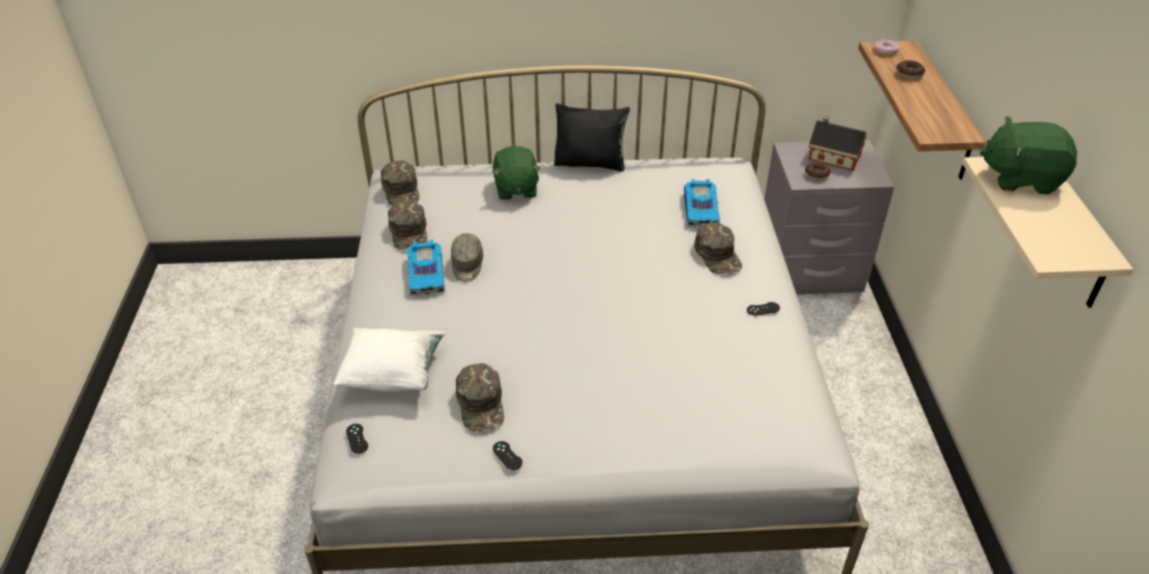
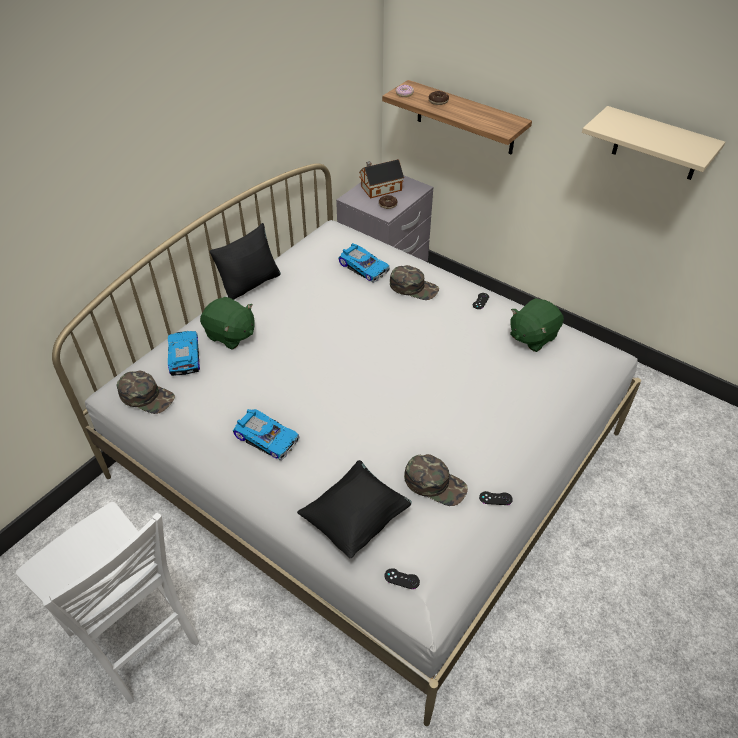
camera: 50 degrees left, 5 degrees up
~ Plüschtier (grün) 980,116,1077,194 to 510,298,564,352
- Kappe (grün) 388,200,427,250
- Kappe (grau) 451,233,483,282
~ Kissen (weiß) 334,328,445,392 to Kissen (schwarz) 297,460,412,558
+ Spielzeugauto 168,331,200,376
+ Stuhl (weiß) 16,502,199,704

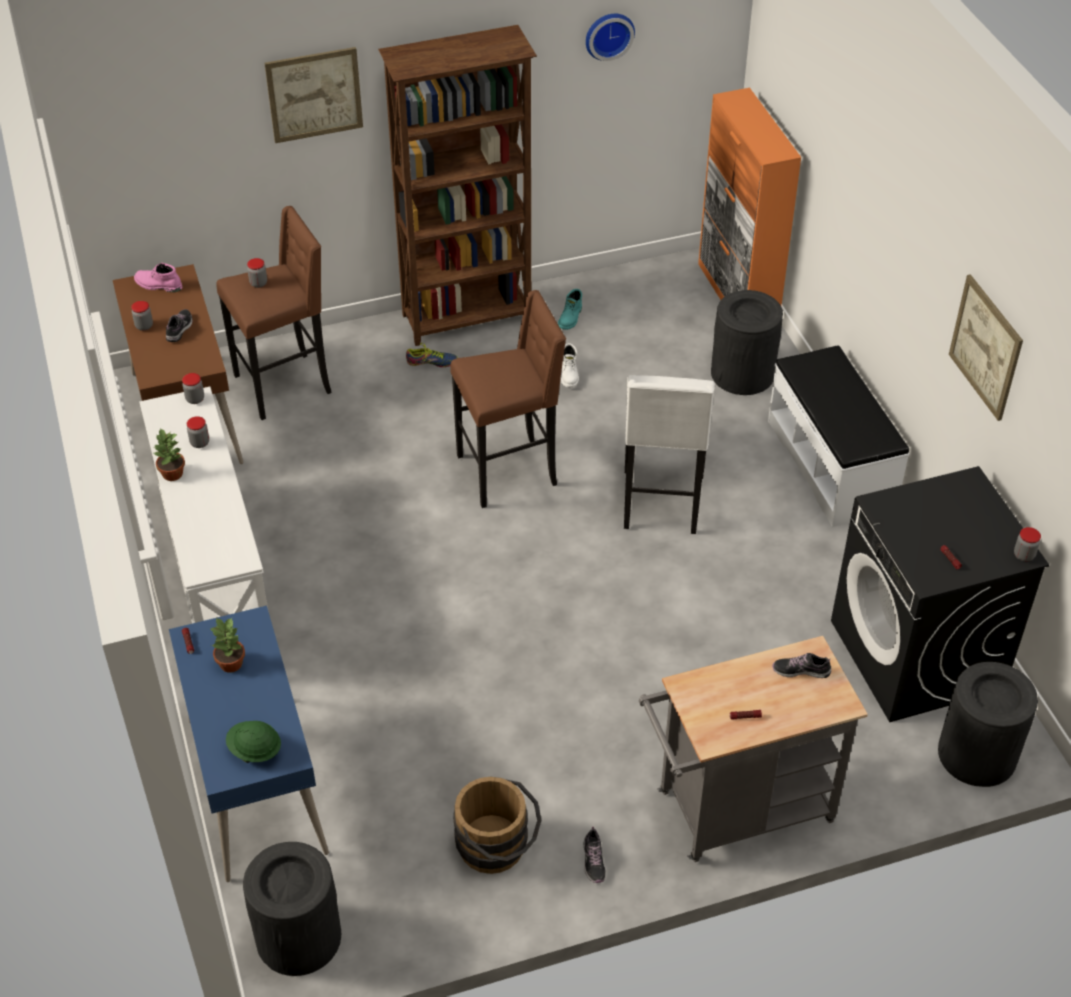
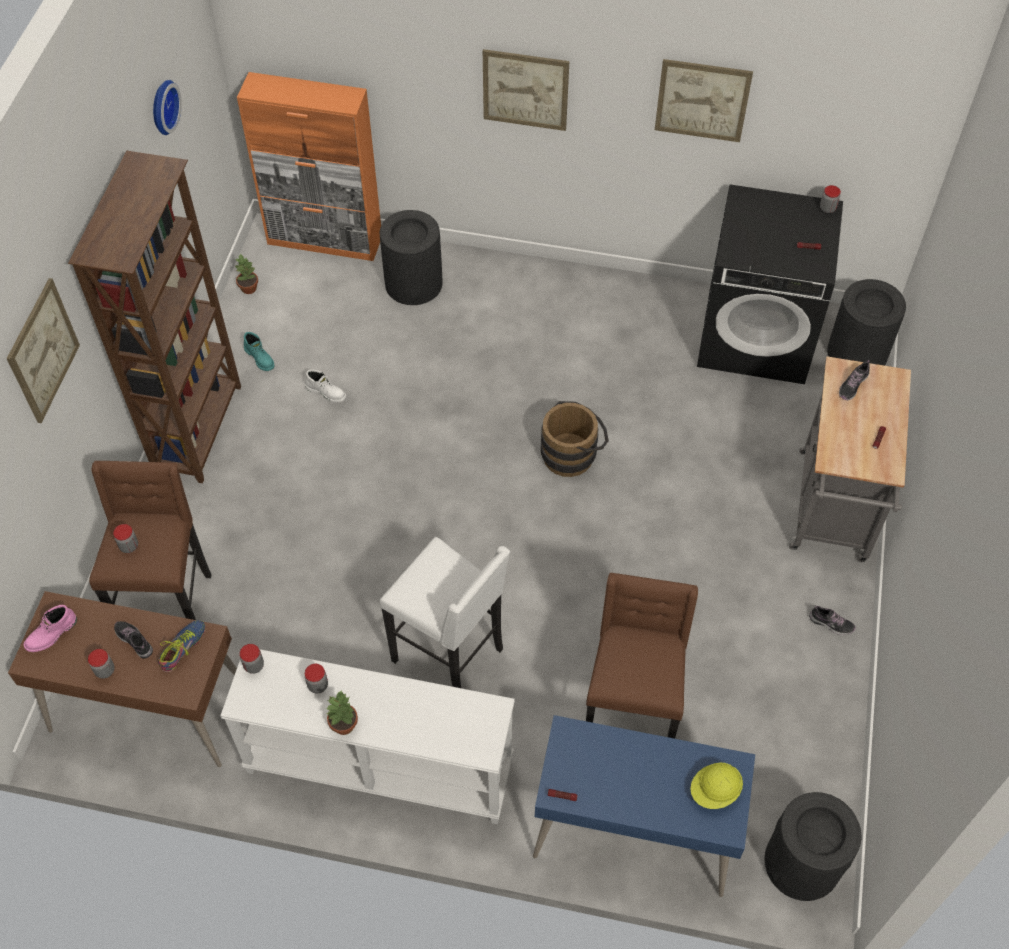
camera: 60 degrees left, 10 degrees up
~ Hocker (braun) 451,290,566,508 to 586,573,698,739
~ Schuh 406,343,458,367 to 158,620,206,672
- Bank (weiß) 768,345,909,527
~ Hocker (weiß) 624,375,715,534 to 380,537,510,688
~ Topfpflanze 209,618,245,673 to 234,254,258,294
~ Schutzhelm (grün) 226,721,281,763 to Schutzhelm (gelb) 690,763,743,809
~ Eimer (braun) 453,777,541,874 to 541,401,609,477
+ Bild 483,49,569,131

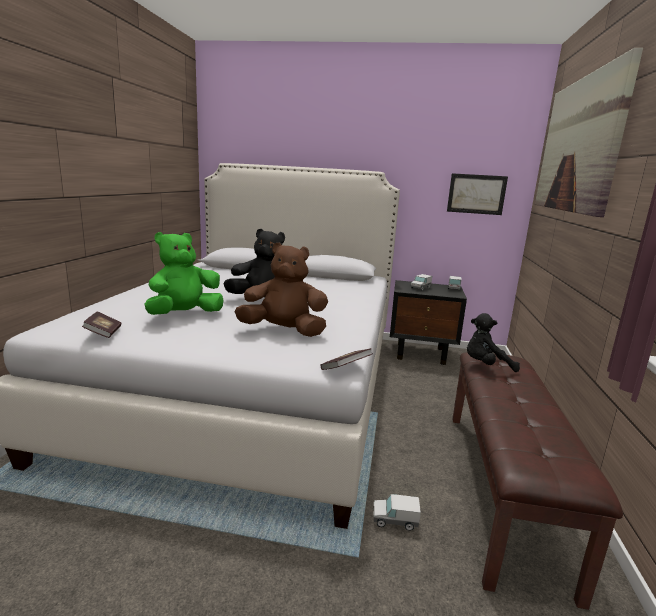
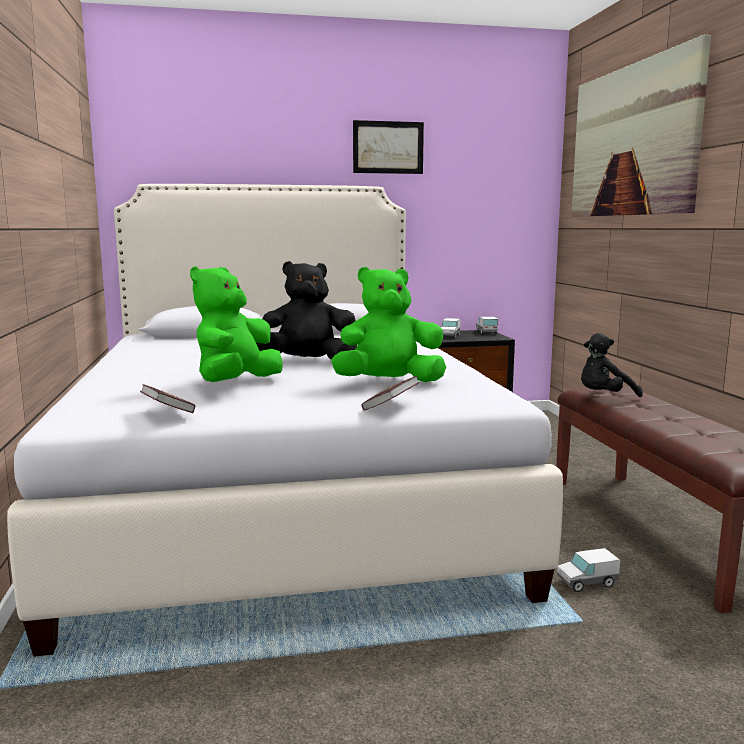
camera: 20 degrees left, 5 degrees down
~ Bild 447,173,508,215 to 353,120,424,174
~ Plüschtier (braun) 234,243,328,337 to Plüschtier (grün) 331,267,446,382
~ Buch 320,348,373,370 to 362,376,420,410

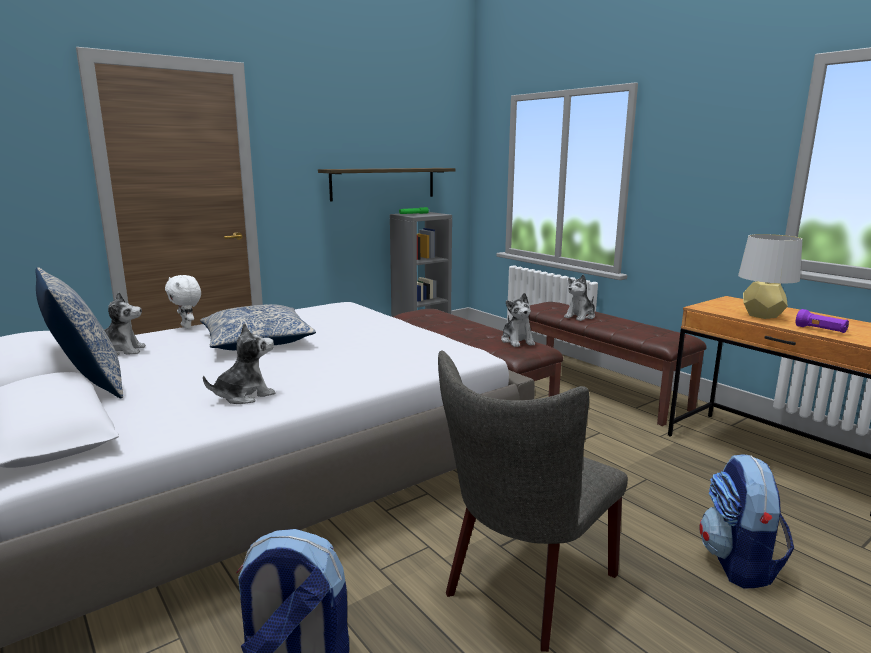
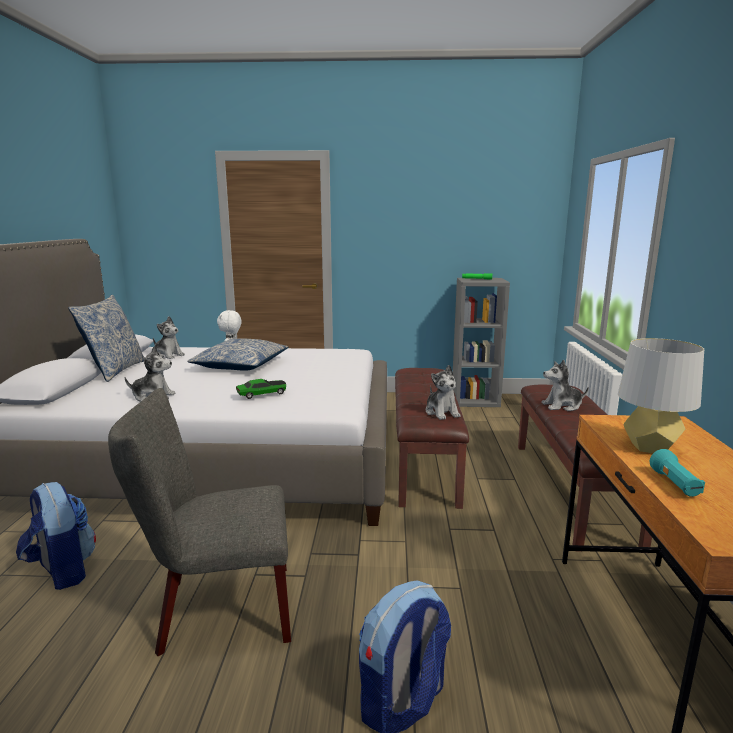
camera: 40 degrees right, 0 degrees up
- Wandregal 318,168,455,202
~ Plüschtier 501,293,535,347 = 426,365,461,420 45 degrees counterclockwise
~ Taschenlampe (lila) 796,309,849,333 to Taschenlampe (türkis) 650,449,705,497
+ Spielzeugauto 236,379,286,399

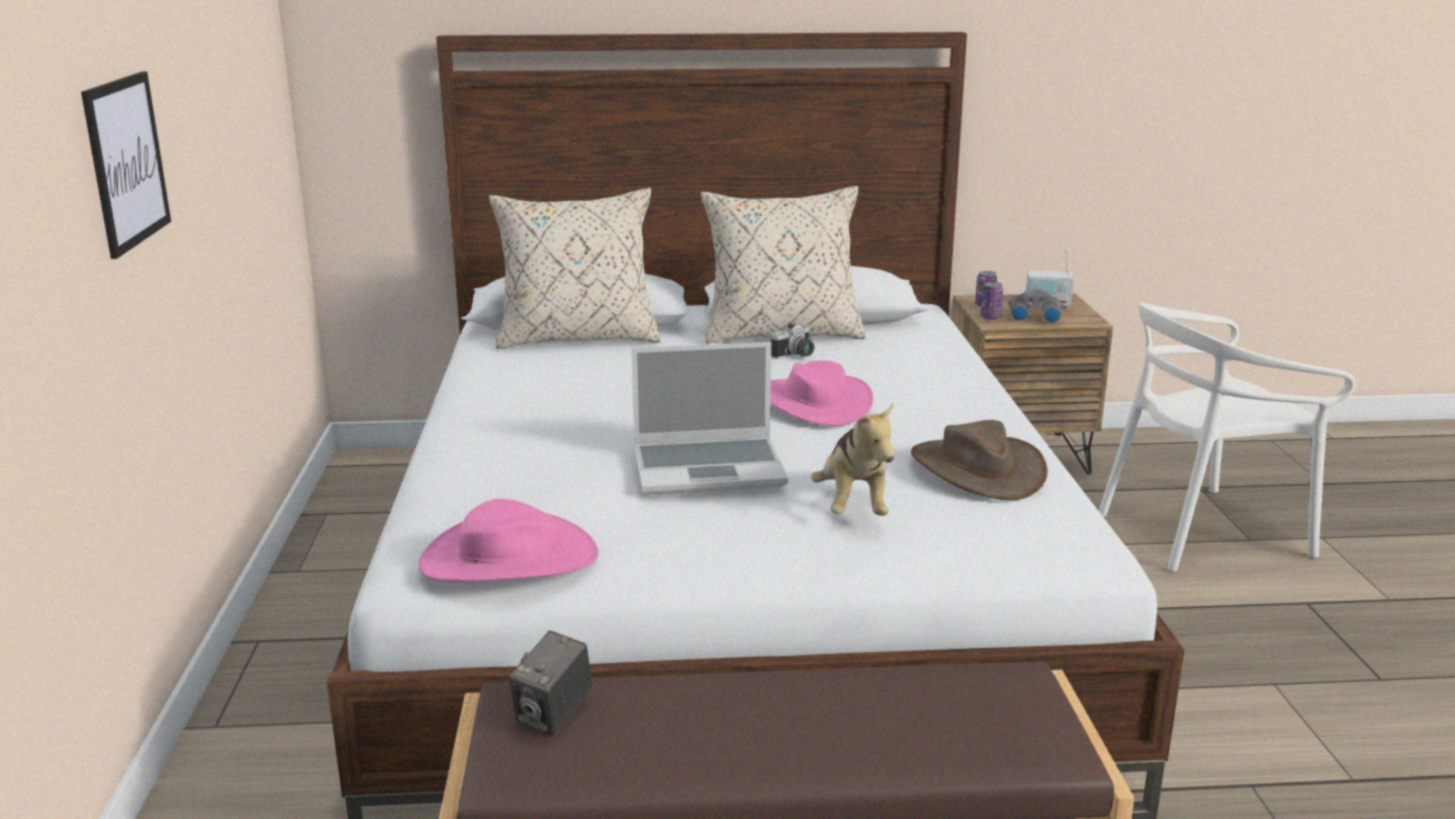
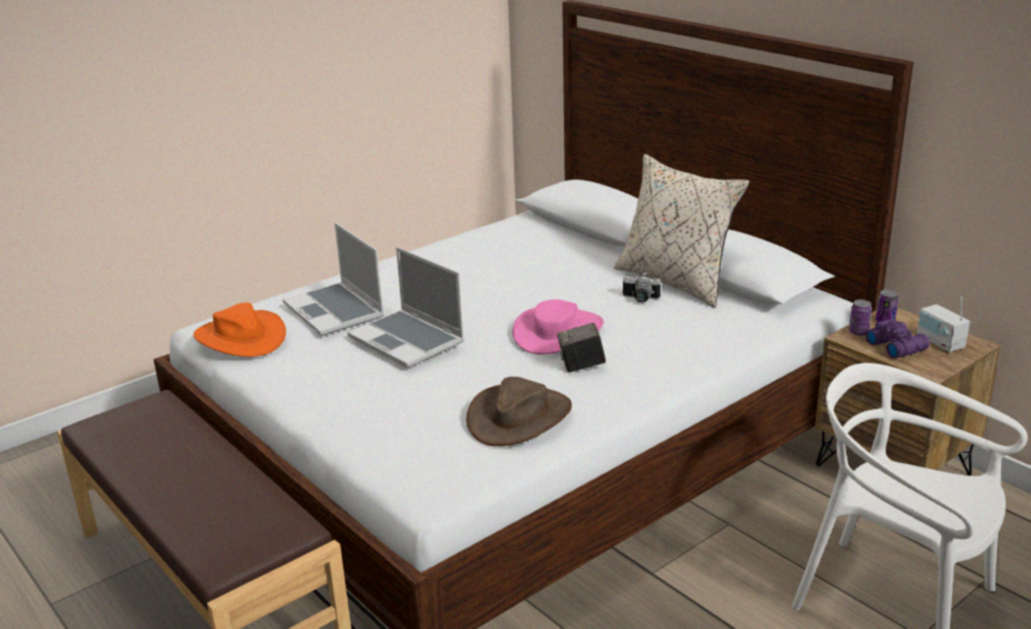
camera: 55 degrees right, 5 degrees up
- Bild 81,71,171,259
- Kissen (beige) 489,188,661,349
~ Fernglas (grau) 1008,289,1064,323 to Fernglas (lila) 866,319,930,358
- Plüschtier 811,403,895,516
~ Hut (rosa) 418,499,599,582 to Hut (orange) 193,302,286,357
~ Kamera 509,631,593,736 to 557,322,606,372
+ Laptop 283,222,384,336

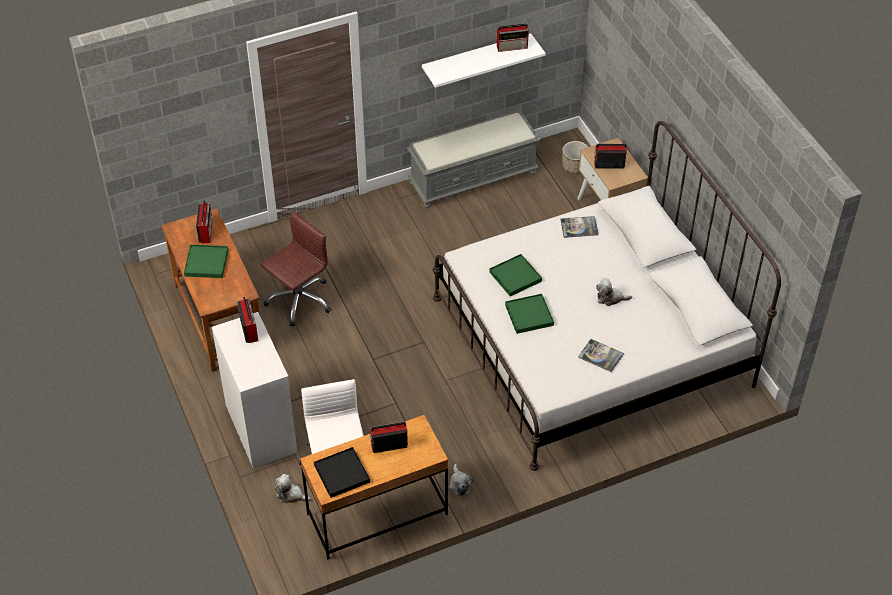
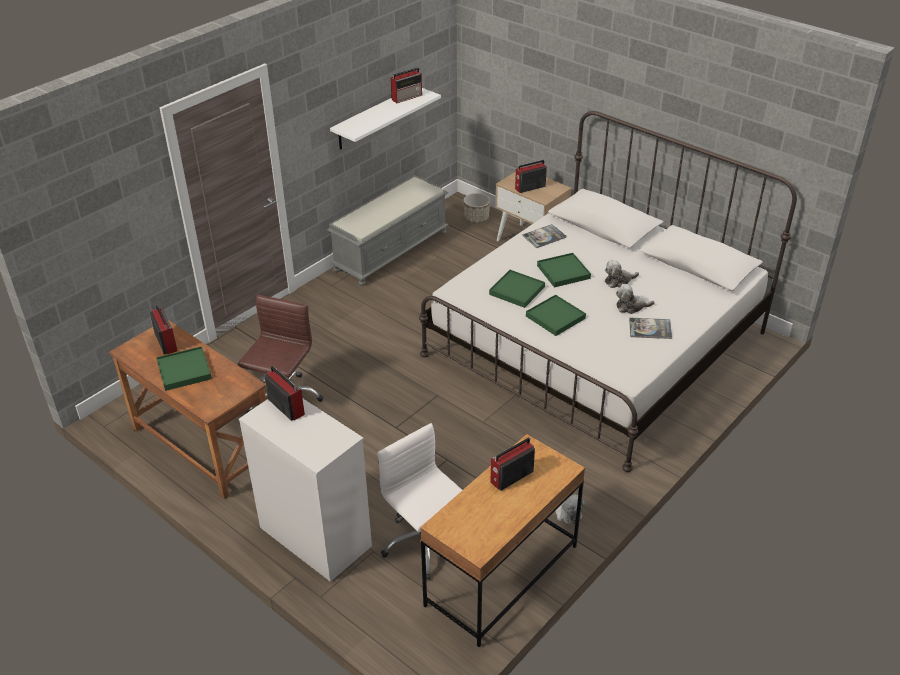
camera: 25 degrees left, 10 degrees down
- Tablett (schwarz) 314,447,370,498
~ Plüschtier 275,474,311,503 to 616,284,654,314
+ Tablett (grün) 537,253,591,287

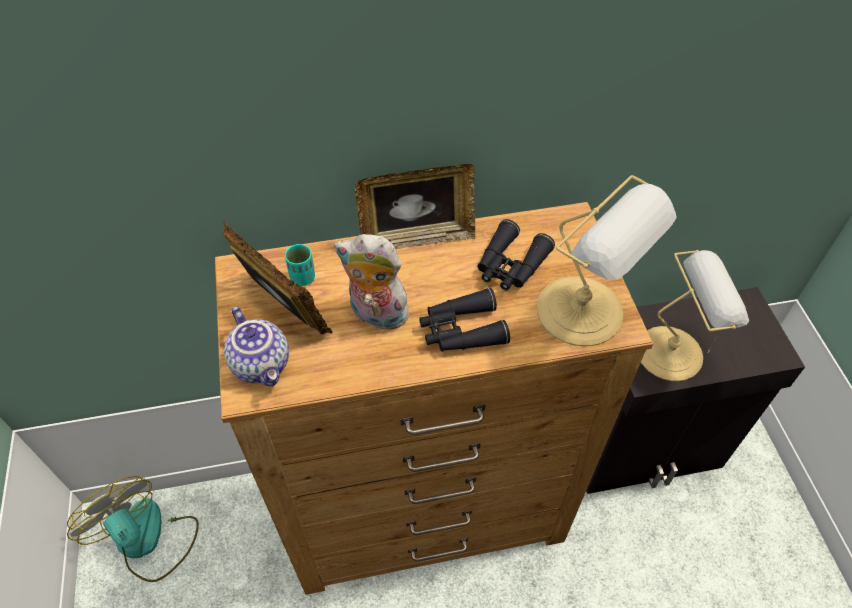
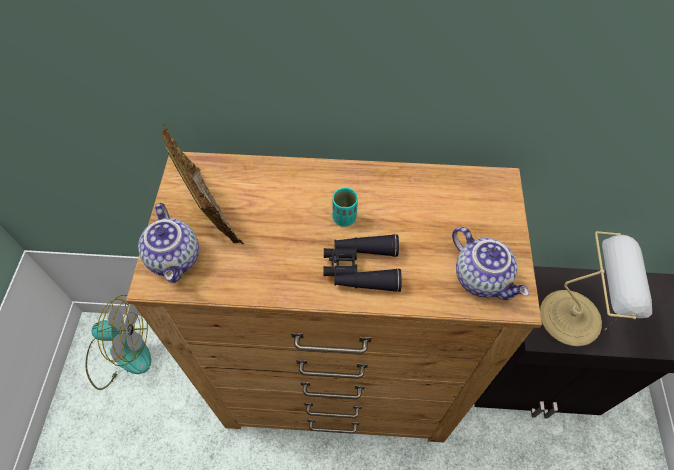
camera: 15 degrees right, 5 degrees up
- Bilderrahmen 355,164,475,249
~ Tischlampe 537,175,677,346 to Teekanne 452,227,529,300
- Fernglas (schwarz) 477,219,555,290
- Plüschtier 334,234,412,330
~ Tasse (türkis) 285,244,315,286 to 332,188,358,227
~ Ventilator 67,476,199,582 = 85,295,151,390 120 degrees clockwise

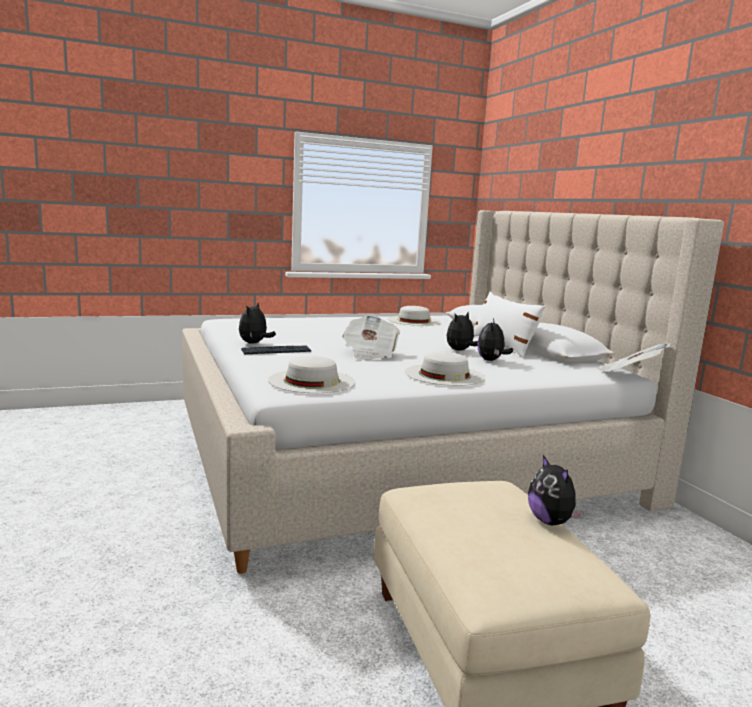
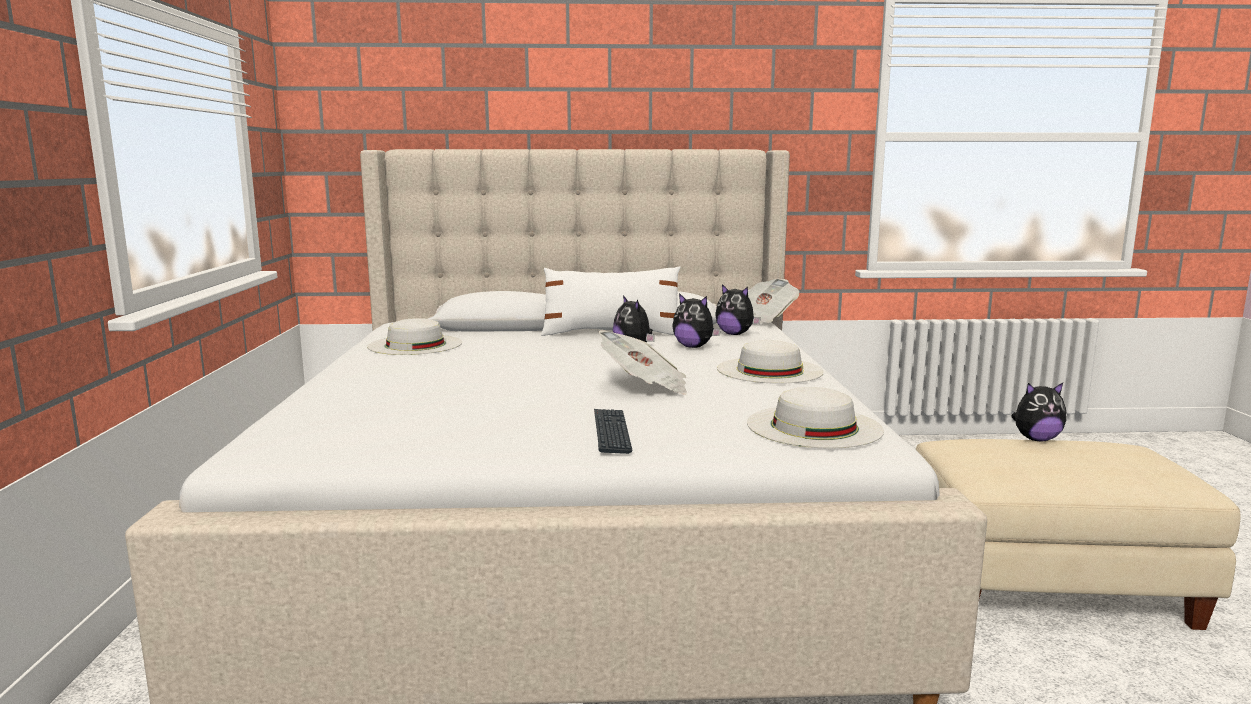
camera: 70 degrees left, 0 degrees up
~ Plüschtier 239,303,276,344 to 715,284,761,335

